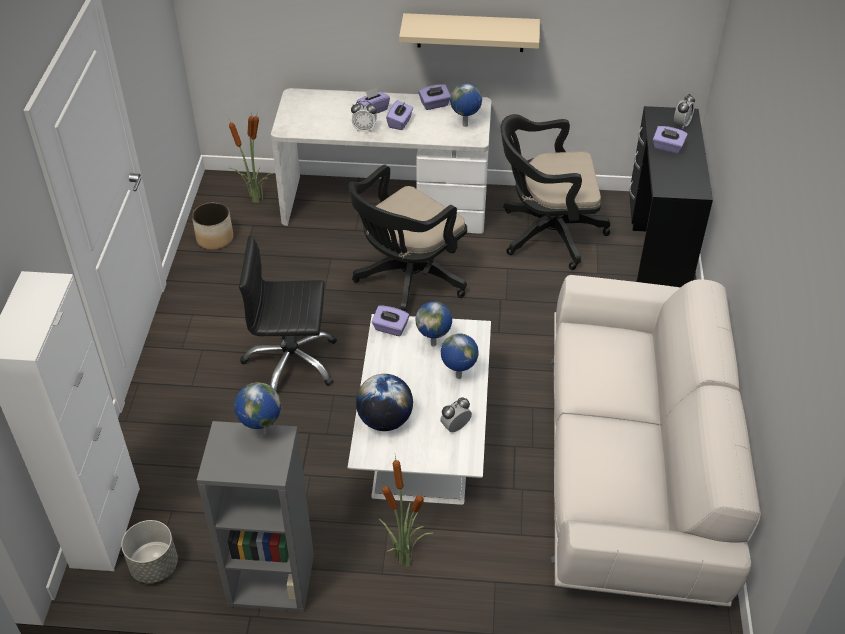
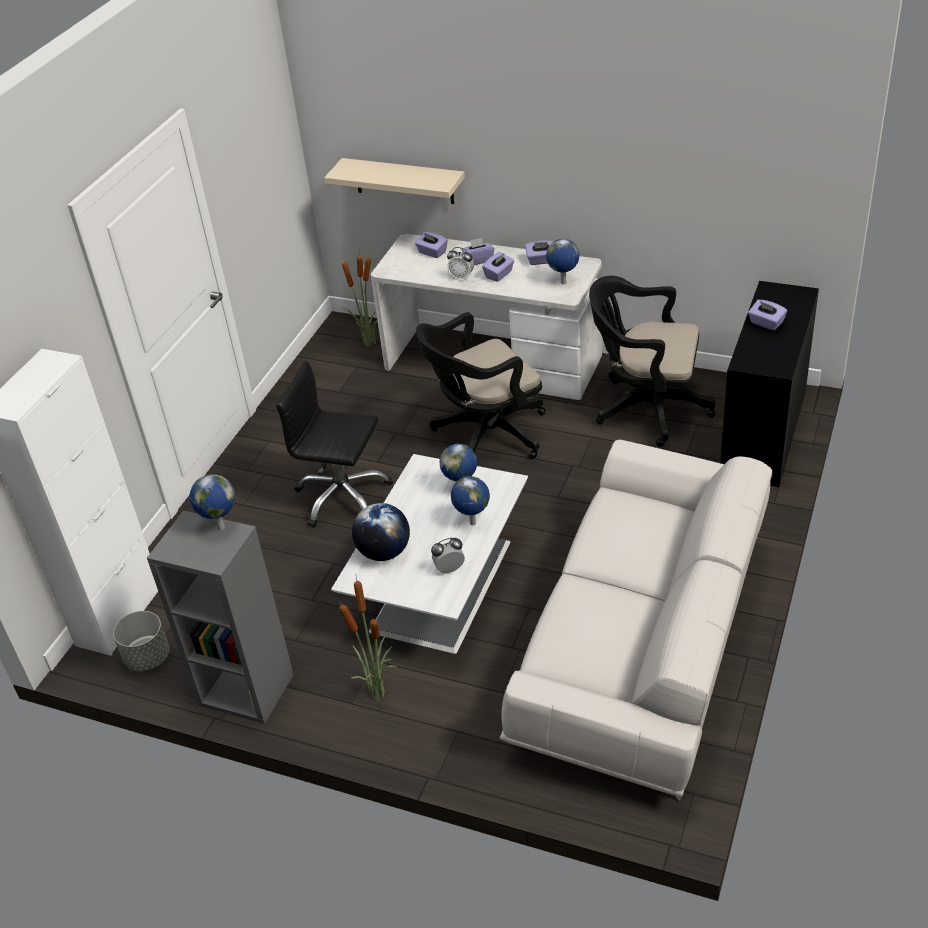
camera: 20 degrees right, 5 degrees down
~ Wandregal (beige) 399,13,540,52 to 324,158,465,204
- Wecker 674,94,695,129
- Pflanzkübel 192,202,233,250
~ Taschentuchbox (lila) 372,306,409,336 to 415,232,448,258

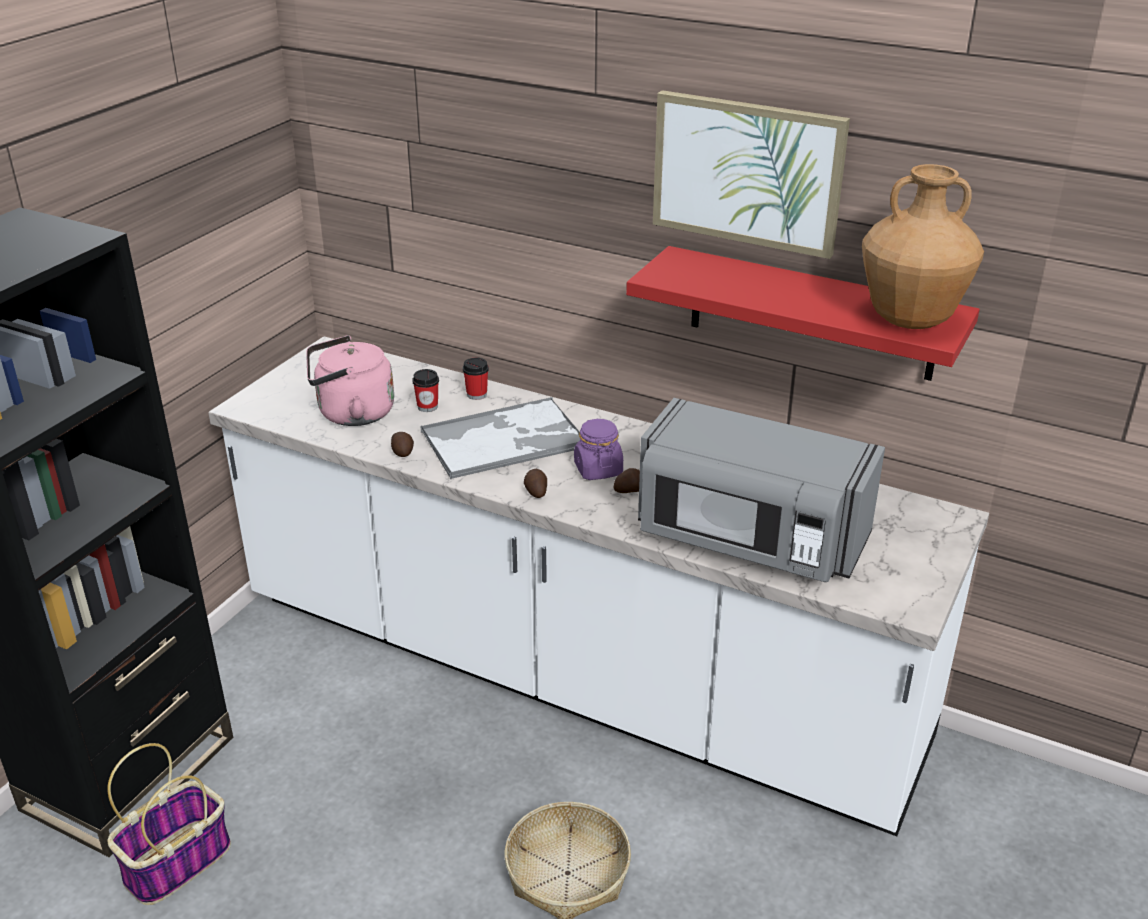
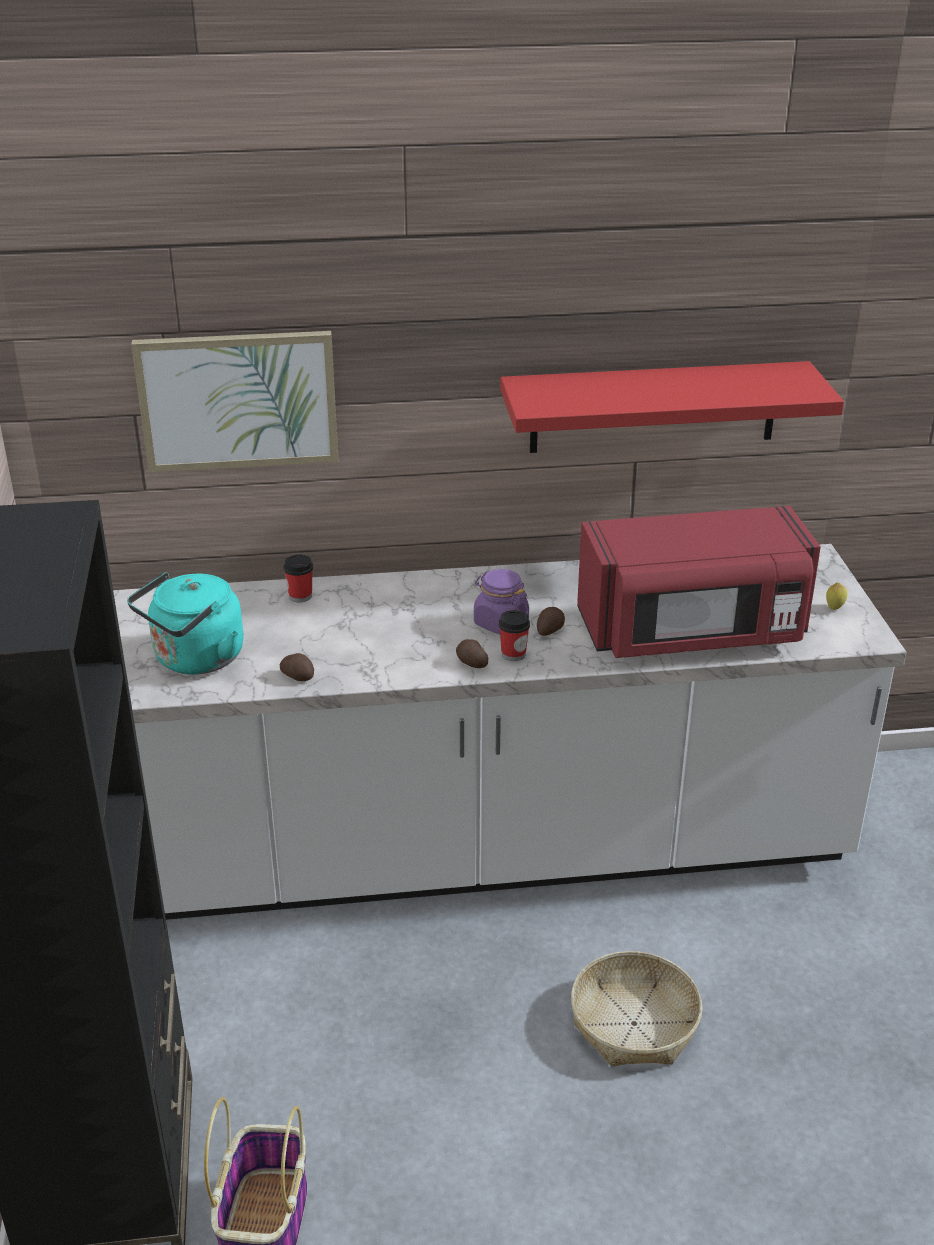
camera: 35 degrees left, 0 degrees up
~ Bild 653,90,850,259 to 131,331,339,472
- Vase (braun) 862,164,984,329
~ Wasserkessel (rosa) 306,335,394,426 to Wasserkessel (türkis) 127,572,244,675
~ Tasse 412,369,439,412 to 499,610,530,661
- Tablett 421,397,580,479
~ Mikrowelle (grau) 638,398,885,582 to Mikrowelle (rot) 577,506,821,658
+ Zitrone 826,582,847,610

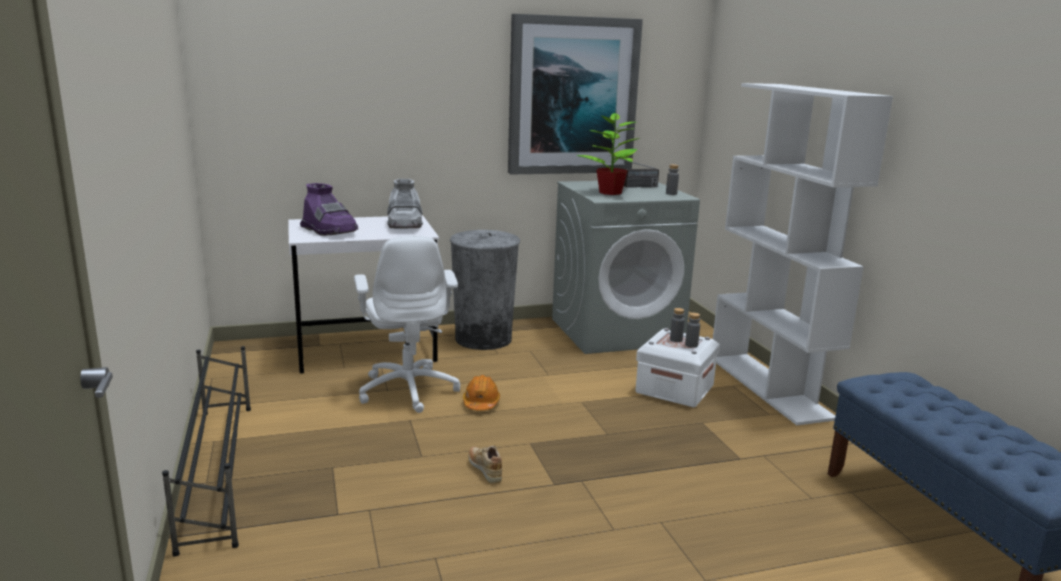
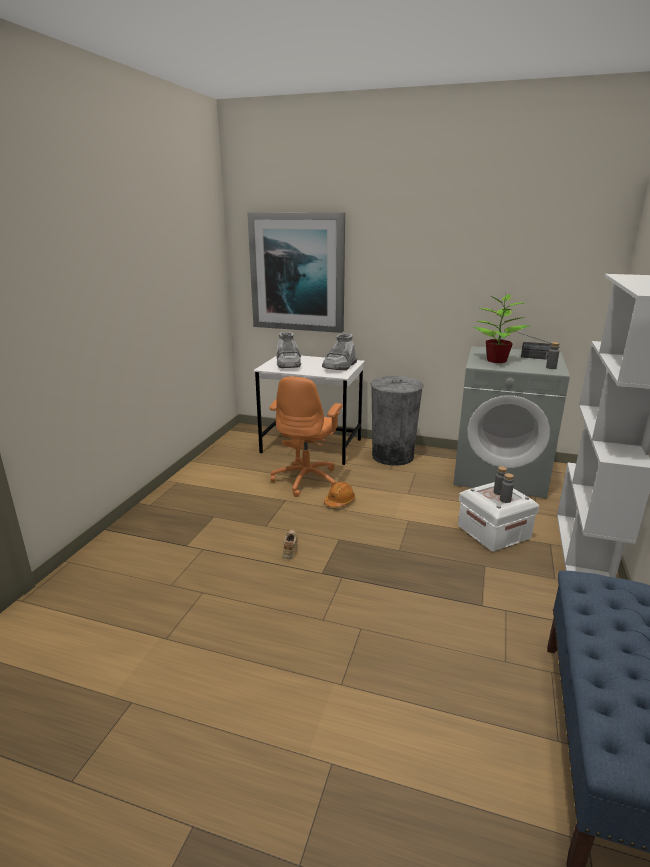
camera: 35 degrees right, 5 degrees up
~ Bild 508,14,643,174 to 247,212,345,333
~ Stiefel (lila) 300,183,358,236 to Stiefel (grau) 276,332,301,368
~ Bürostuhl (weiß) 354,236,461,413 to Bürostuhl (orange) 269,377,343,497
- Schuhregal (schwarz) 162,346,251,557

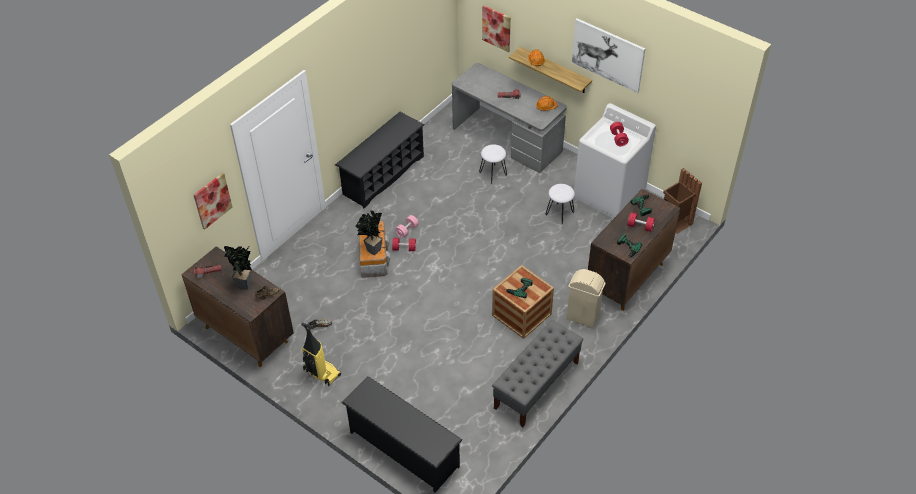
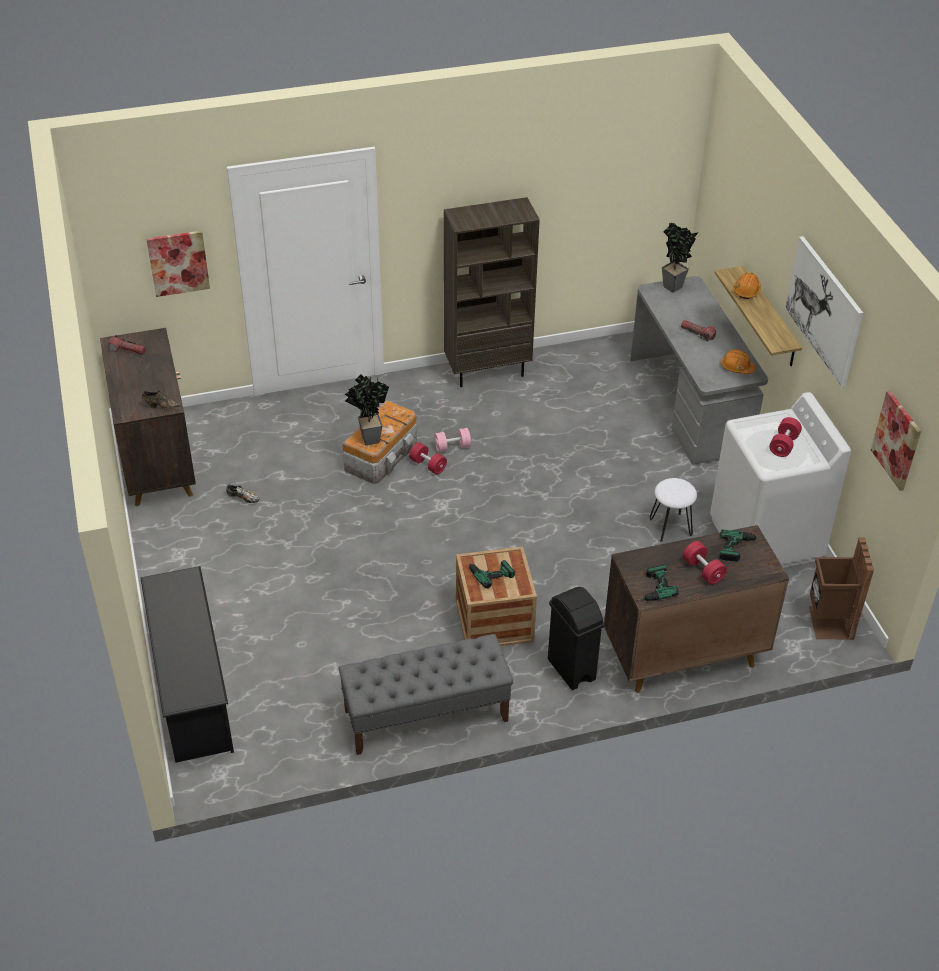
camera: 35 degrees right, 5 degrees down
~ Bild 482,5,511,52 to 871,391,921,491
~ Schuhregal (schwarz) 335,112,425,208 to Bücherregal (braun) 444,197,540,387
- Hocker (weiß) 479,144,507,184
~ Topfpflanze 224,246,252,289 to 662,223,699,293
~ Mülleimer (beige) 567,269,605,328 to Mülleimer (schwarz) 548,587,605,690
- Staubsauger 301,323,341,386

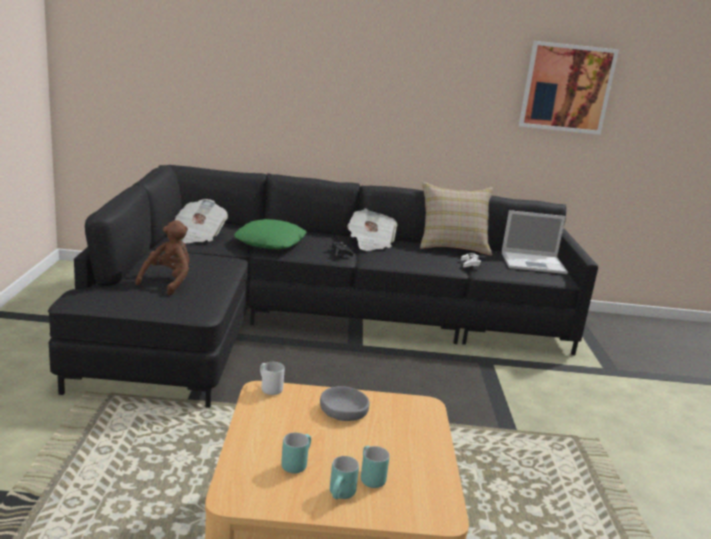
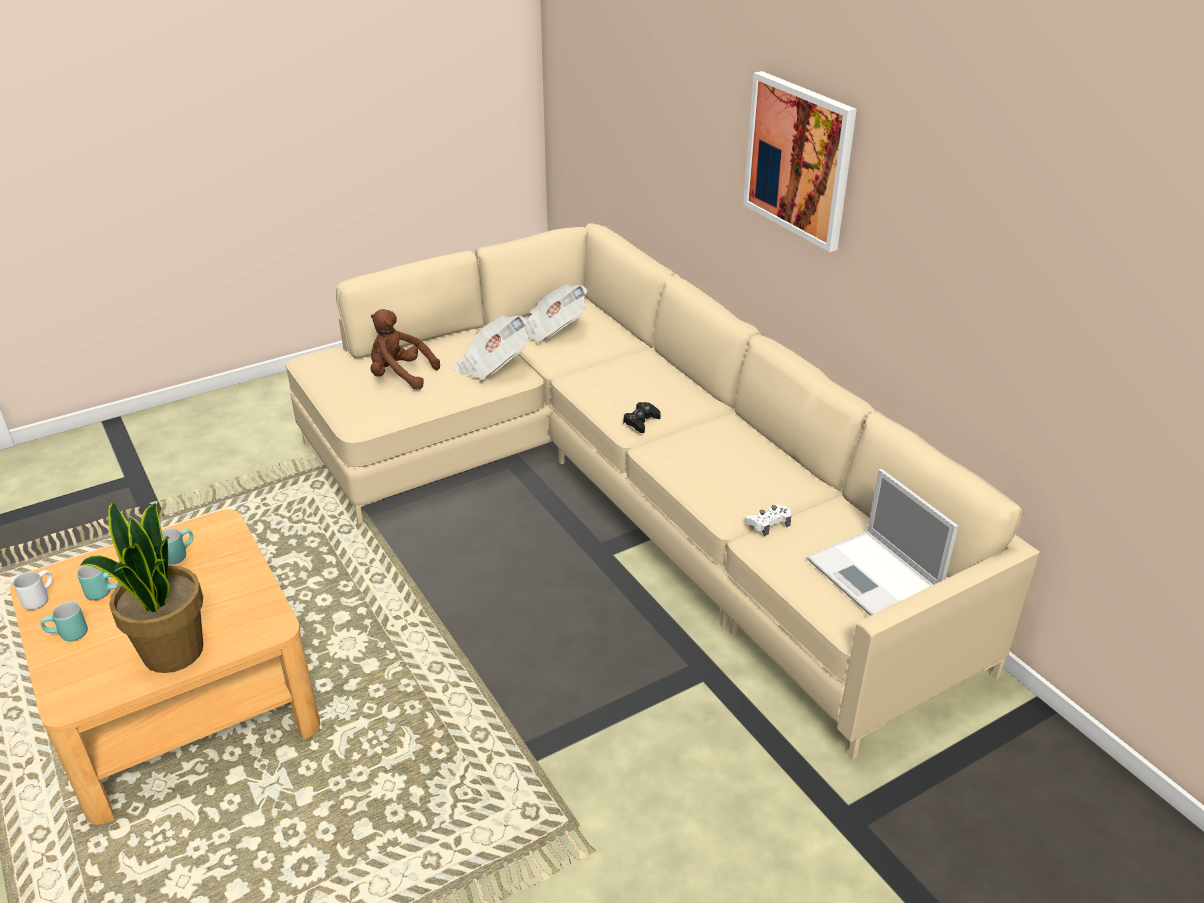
camera: 60 degrees right, 15 degrees up
~ Bild 519,41,619,135 to 743,71,857,252
~ Sofa (schwarz) 48,165,598,408 to Sofa (beige) 285,223,1040,759
- Kissen (beige) 420,182,493,256
~ Zeitung 347,208,398,251 to 454,316,528,380
- Kissen (grün) 234,219,307,249
~ Plüschtier (braun) 135,220,189,295 = 370,309,440,390 150 degrees counterclockwise
~ Henkelbecher (weiß) 260,362,285,395 to 13,570,52,610
- Schüssel (grau) 320,386,370,421
~ Henkelbecher (türkis) 361,446,390,488 to 162,528,193,565
+ Topfpflanze 80,501,203,673

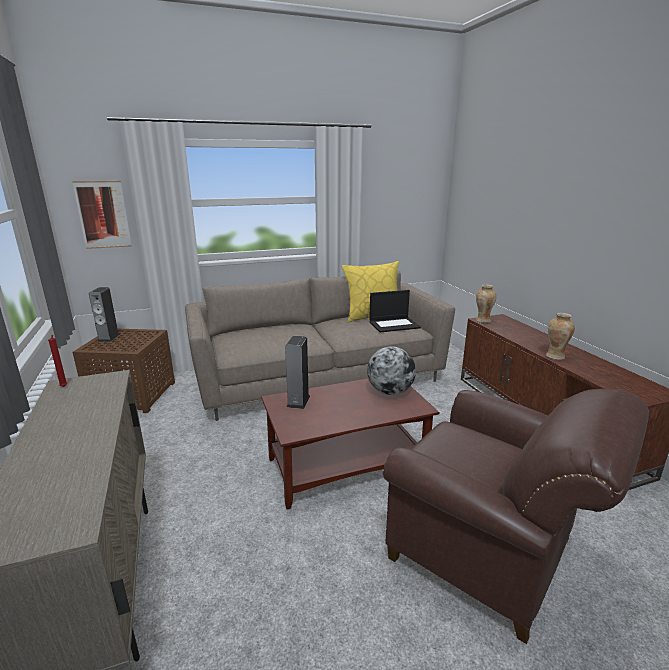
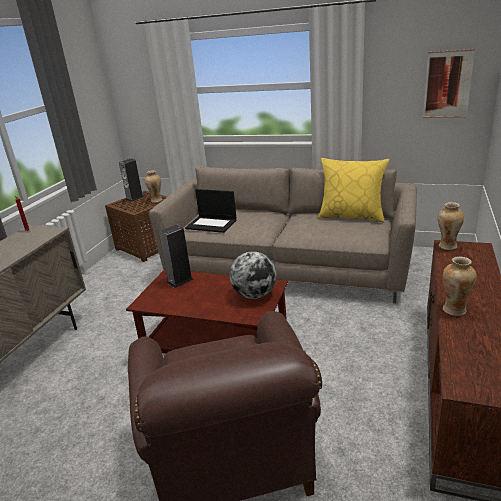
camera: 40 degrees right, 5 degrees up
~ Bild 72,181,132,249 to 423,49,475,118
~ Laptop 369,290,421,333 to 185,189,237,233
+ Vase 145,170,163,203

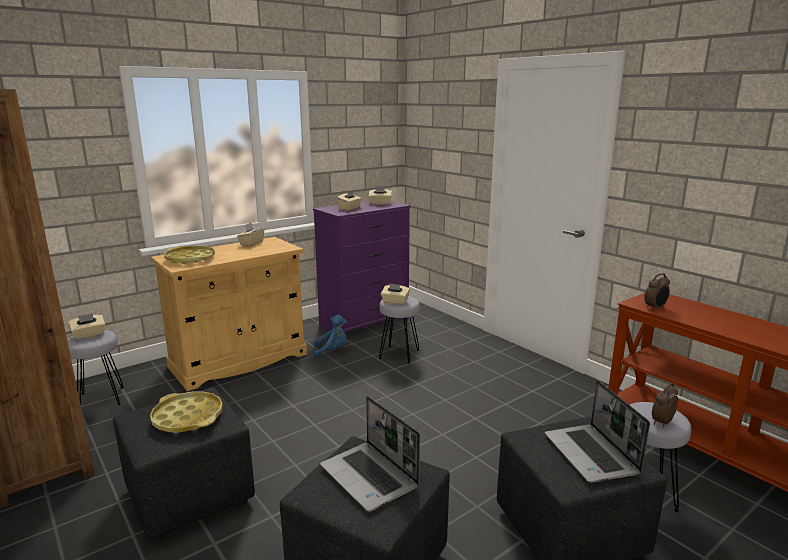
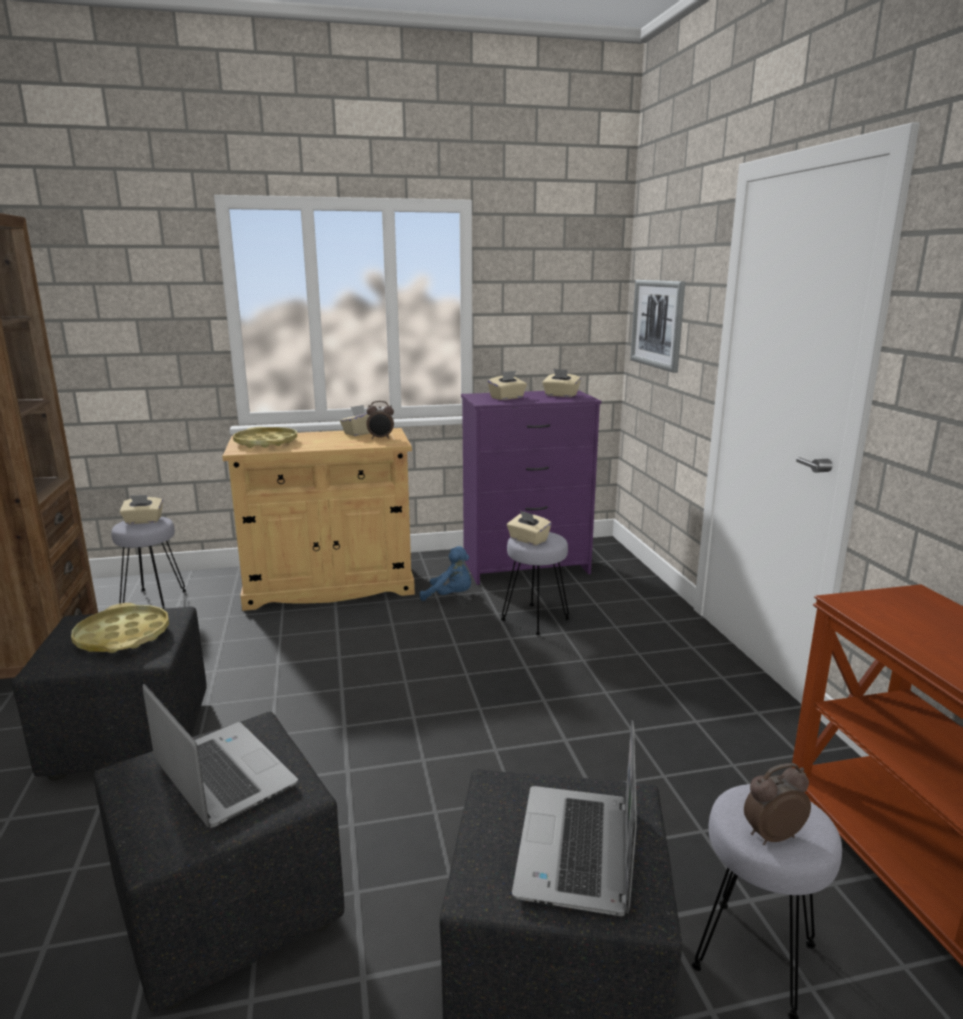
camera: 25 degrees right, 0 degrees up
~ Wecker 644,273,670,311 to 366,401,394,439
~ Laptop 320,396,420,512 = 143,684,298,828 150 degrees clockwise
+ Bild 630,280,685,373

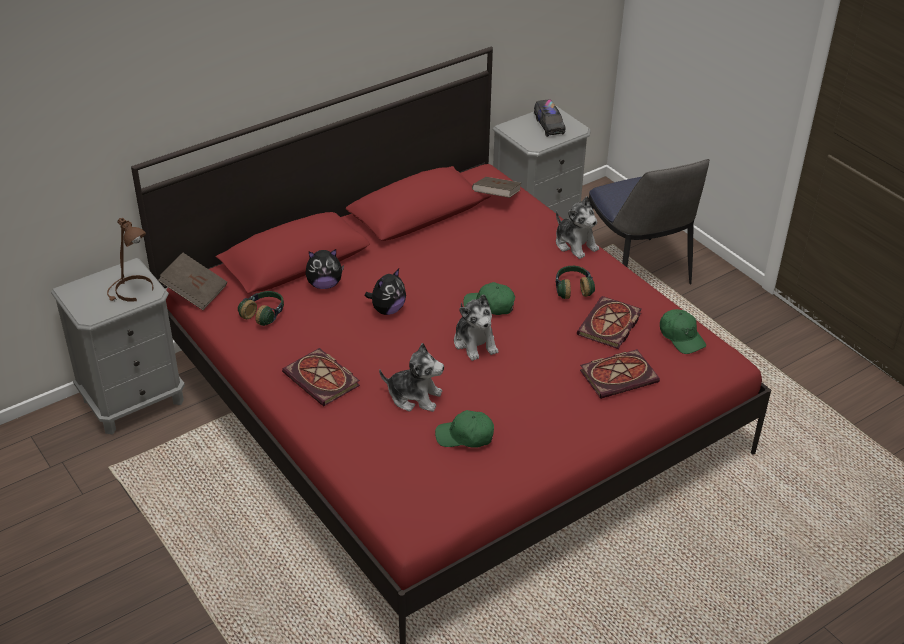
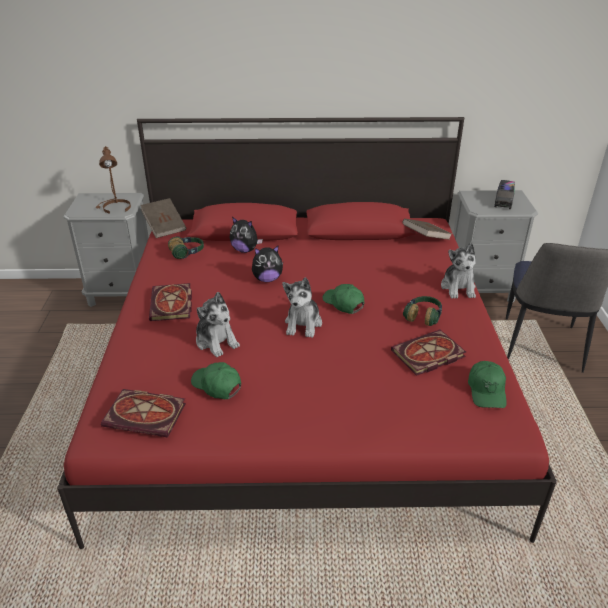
camera: 35 degrees right, 5 degrees down
~ Buch 580,349,660,399 to 101,389,186,438

